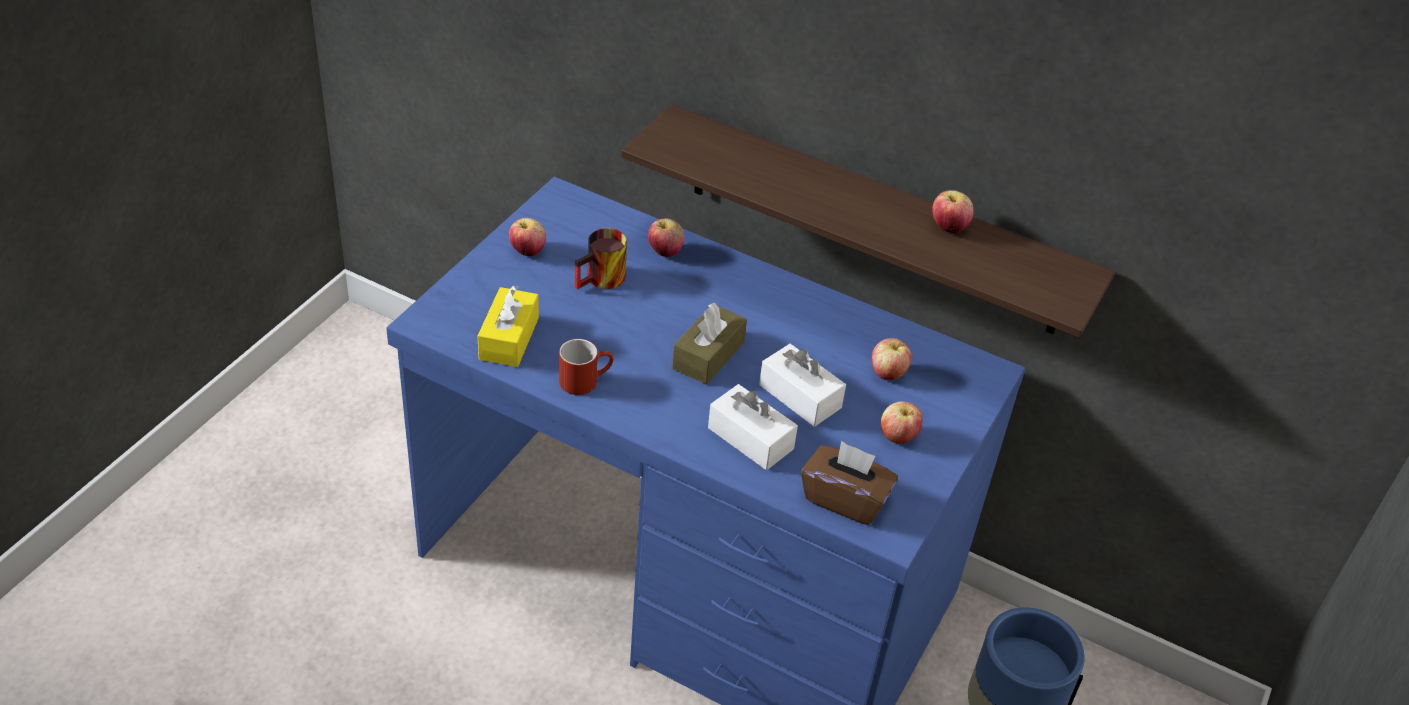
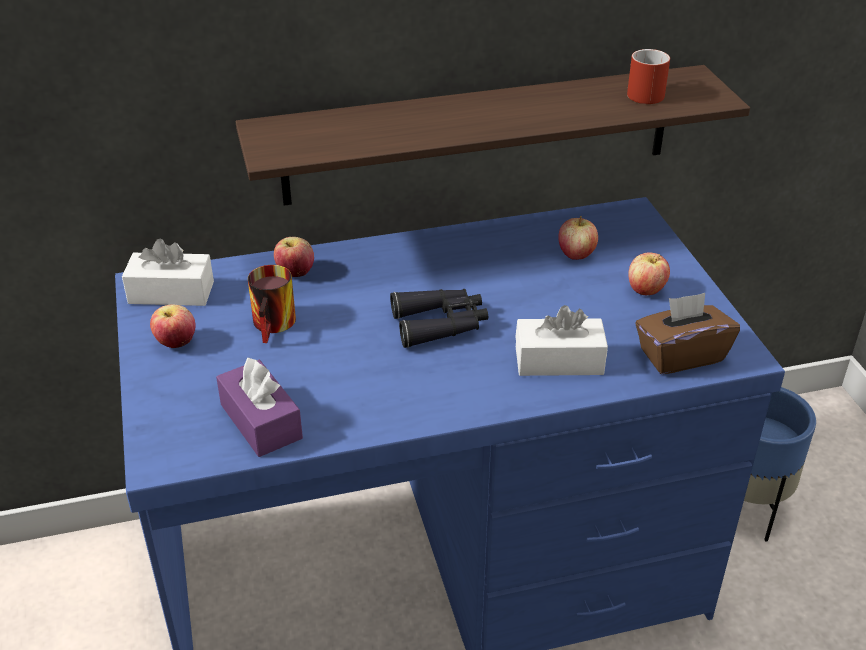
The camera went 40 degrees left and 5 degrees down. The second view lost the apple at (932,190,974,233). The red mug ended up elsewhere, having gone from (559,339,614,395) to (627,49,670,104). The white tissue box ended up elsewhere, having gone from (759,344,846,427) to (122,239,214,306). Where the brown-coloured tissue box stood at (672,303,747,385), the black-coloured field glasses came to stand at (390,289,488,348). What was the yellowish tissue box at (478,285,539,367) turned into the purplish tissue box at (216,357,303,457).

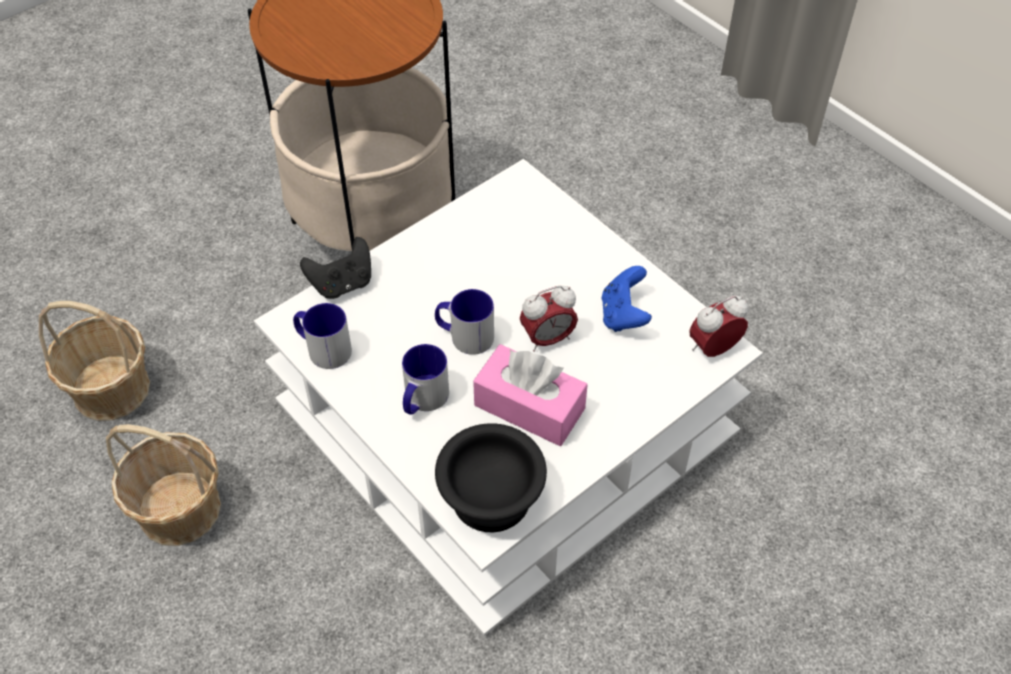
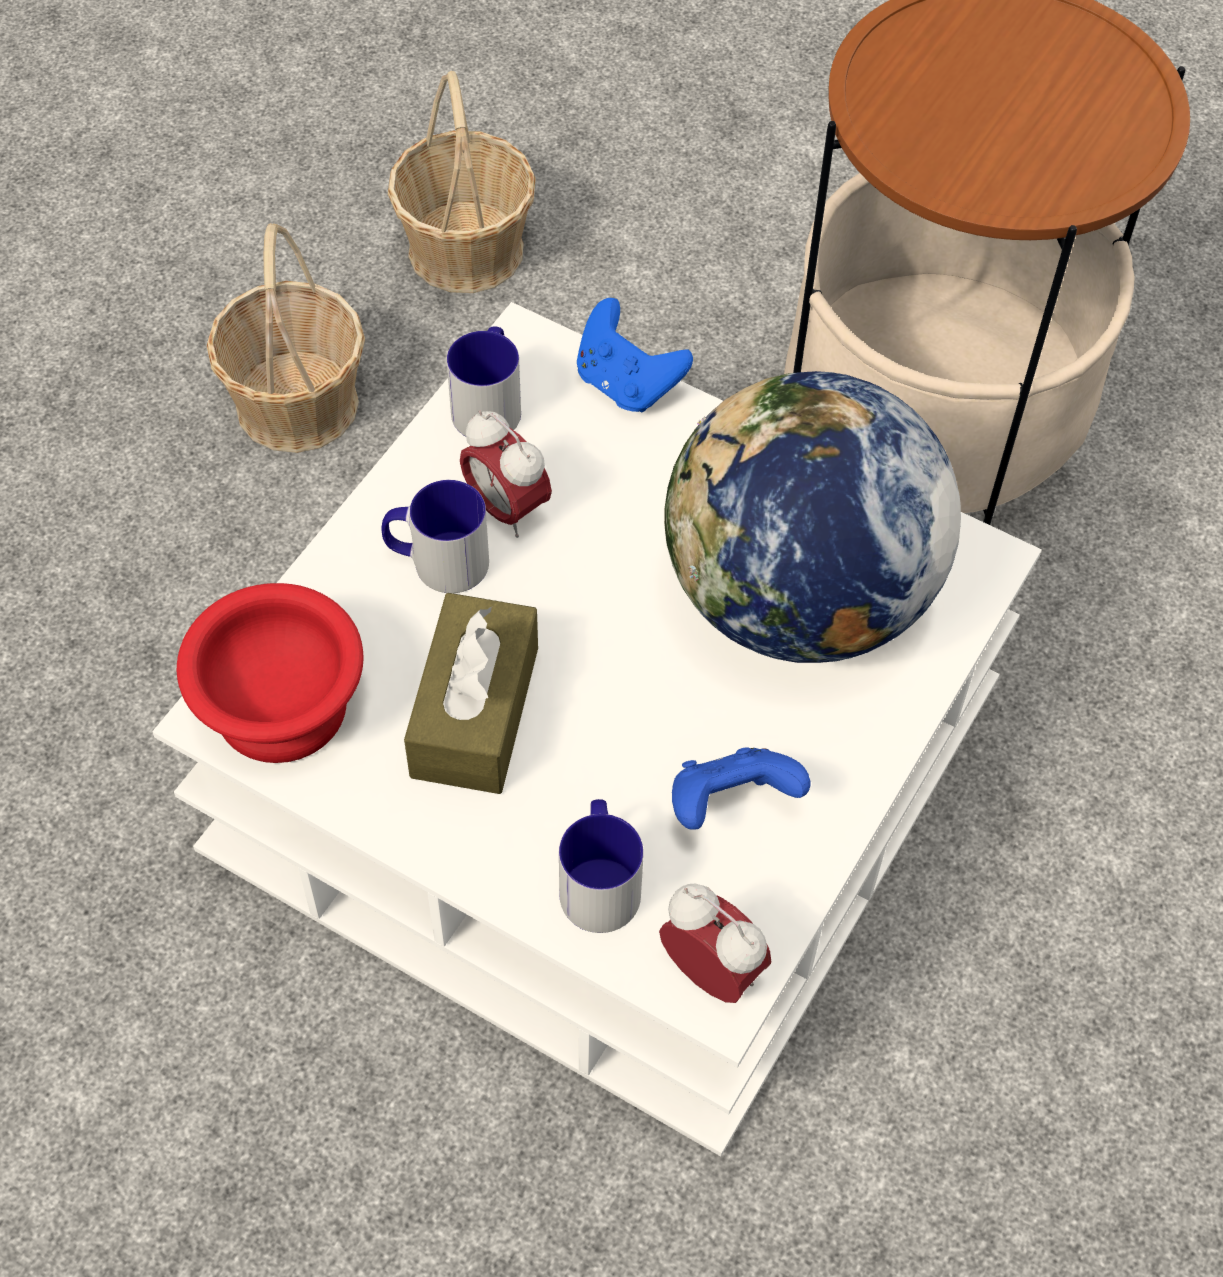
The camera went 70 degrees right and 5 degrees up. The second view gained the world globe at (664,371,961,663). The mug ended up elsewhere, having gone from (435,289,494,355) to (559,799,644,933). The alarm clock ended up elsewhere, having gone from (520,286,578,352) to (460,410,552,538). What was the black-coloured game controller at (300,237,371,299) turned into the blue-coloured game controller at (577,298,693,413). What was the black-coloured bowl at (435,423,547,532) turned into the red bowl at (177,583,364,763). What was the pinkish tissue box at (473,344,588,446) turned into the brown-coloured tissue box at (404,593,538,794).

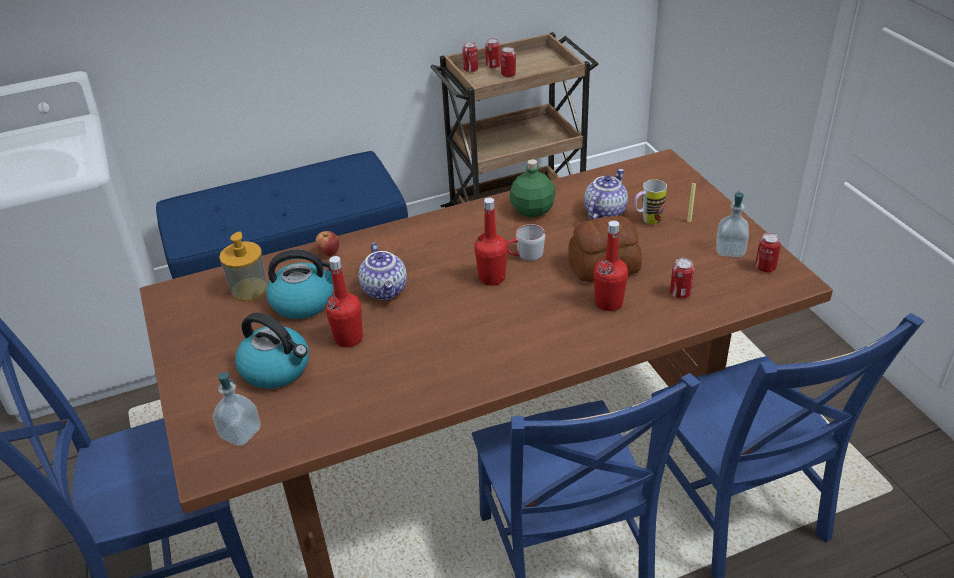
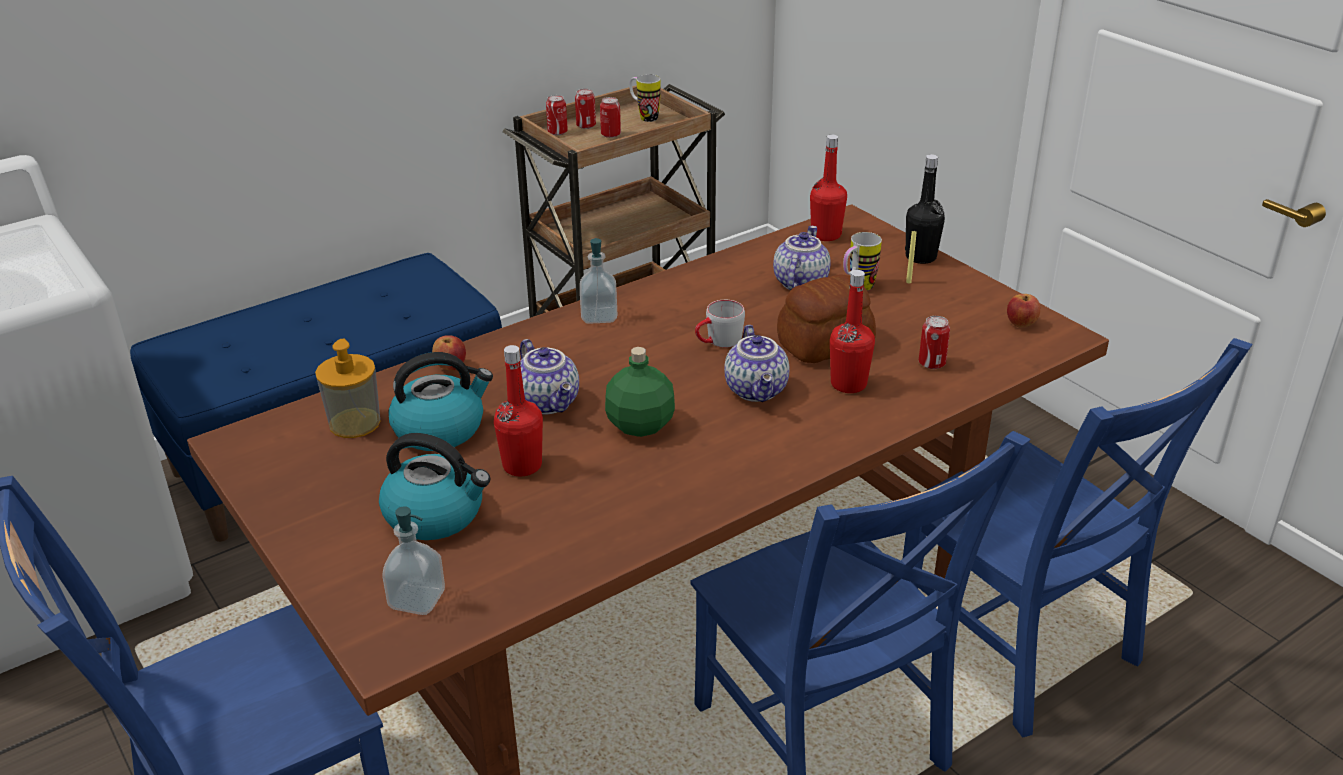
The camera went 15 degrees left and 5 degrees down. The second view gained the mug at (629,74,660,122). The second view gained the teapot at (724,325,790,402). The second view gained the black-coloured bottle at (905,154,945,264). The red bottle ended up elsewhere, having gone from (474,198,507,286) to (810,135,847,241). The green-coloured bottle ended up elsewhere, having gone from (510,159,556,218) to (605,347,675,437). The soap dispenser ended up elsewhere, having gone from (716,191,749,257) to (580,238,617,324). Where the metal can stood at (755,232,781,272), the apple came to stand at (1007,294,1041,327).

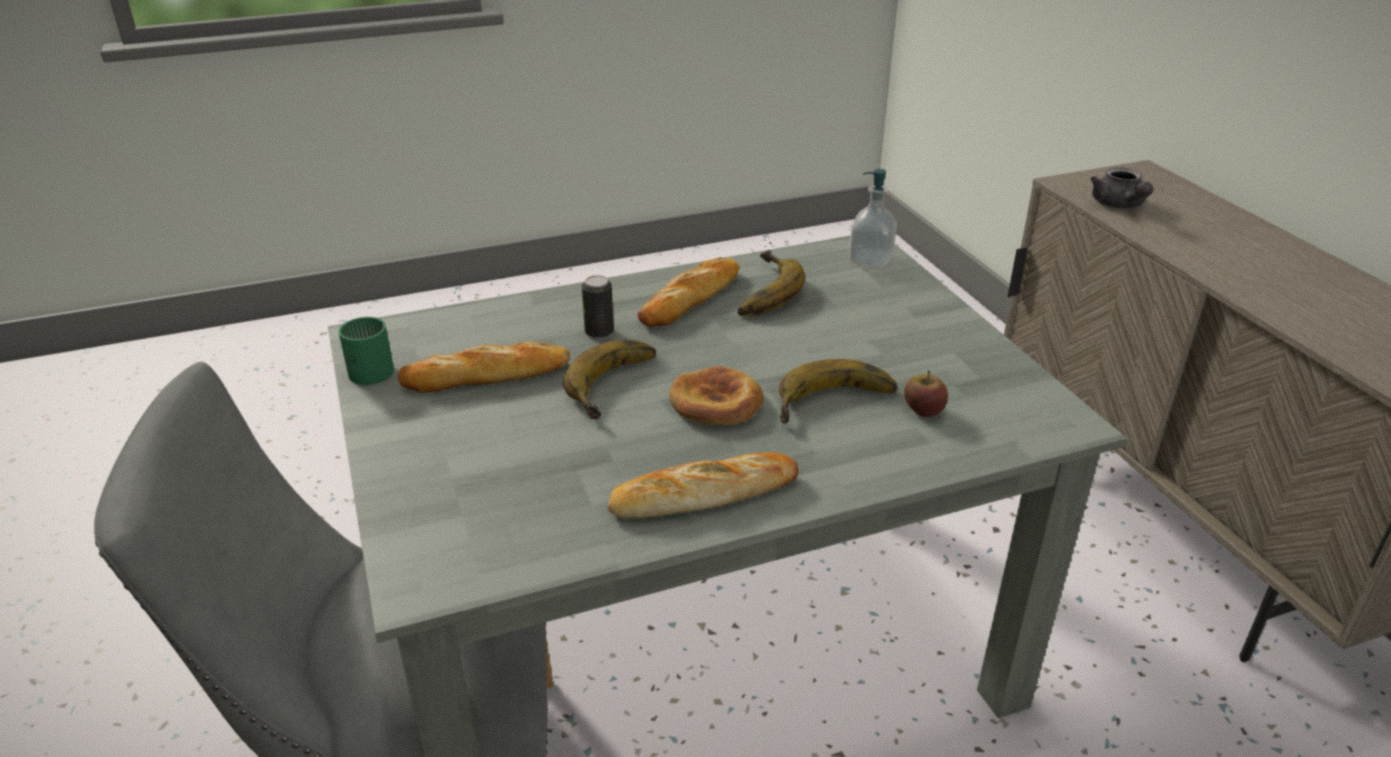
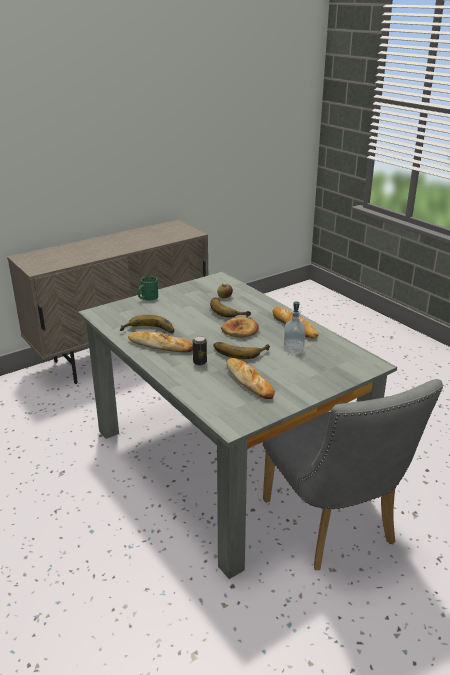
The camera went 105 degrees left and 5 degrees down. The second view lost the greyish teapot at (1090,167,1153,209). The green-coloured mug ended up elsewhere, having gone from (339,317,394,385) to (138,276,158,301). The soap dispenser ended up elsewhere, having gone from (849,169,897,268) to (284,301,305,350).

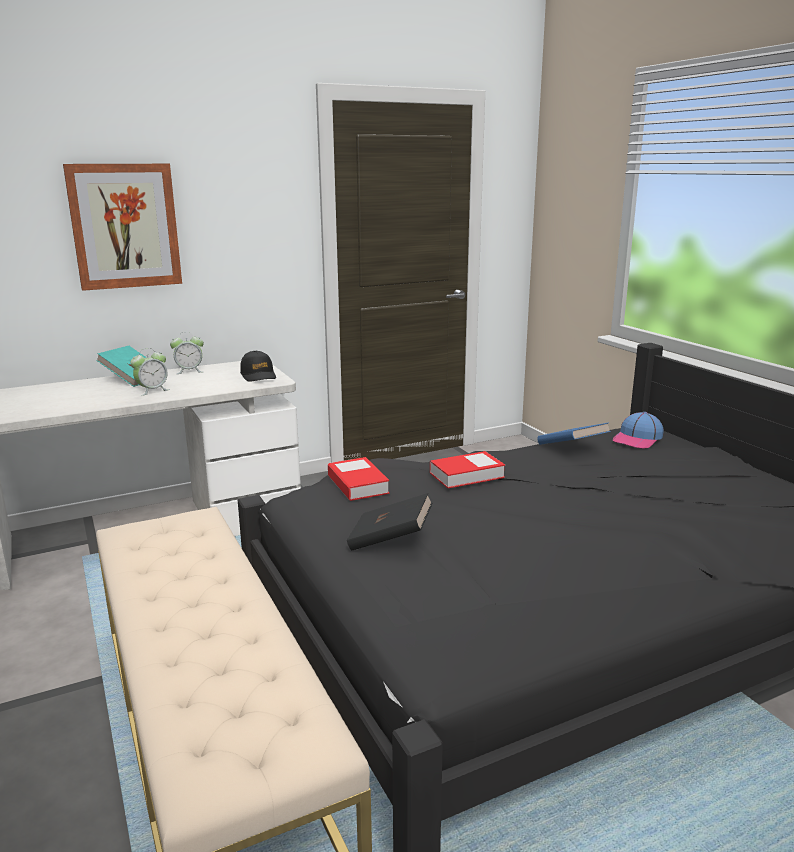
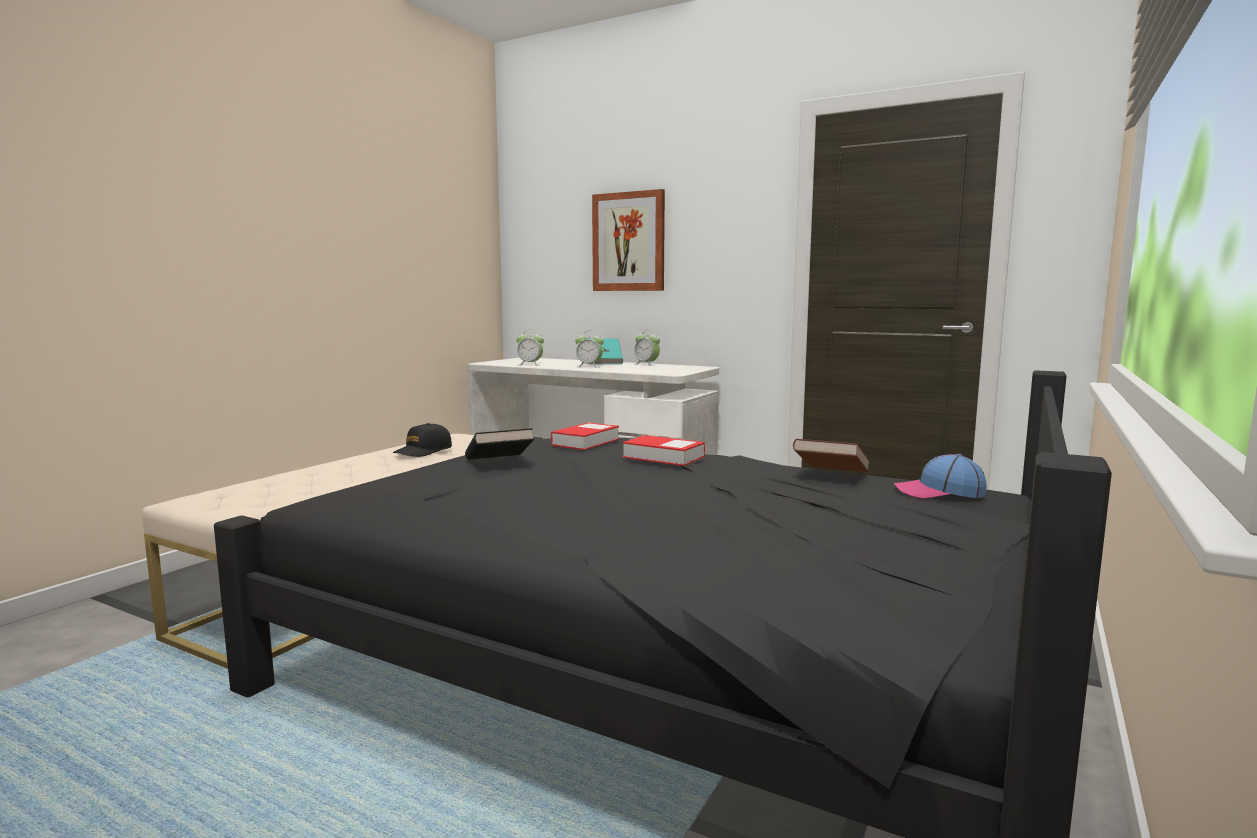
The camera went 55 degrees right and 10 degrees down. The second view gained the alarm clock at (516,330,544,366). The black-coloured cap ended up elsewhere, having gone from (240,351,276,382) to (393,423,452,457). What was the blue-coloured bound book at (538,423,611,445) turned into the brown-coloured bound book at (793,439,870,472).

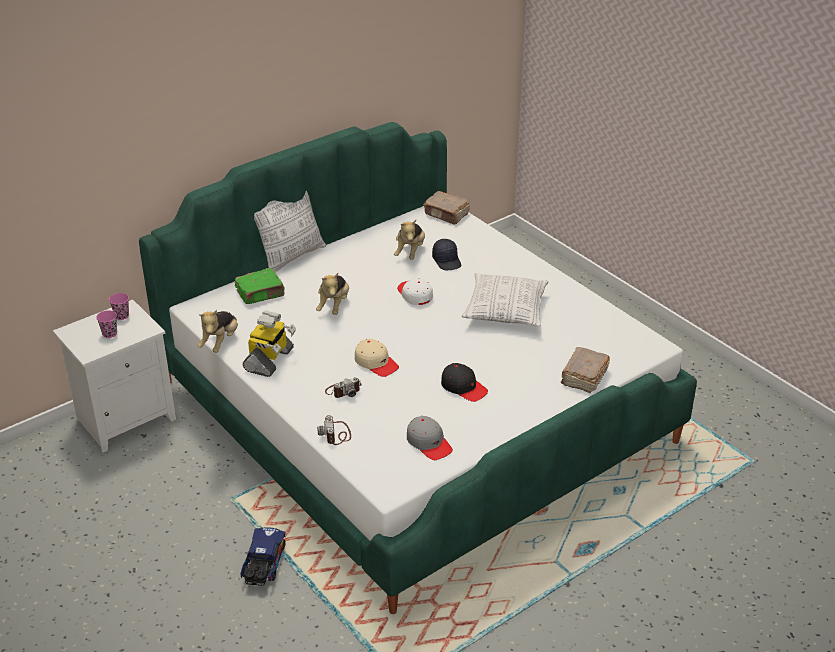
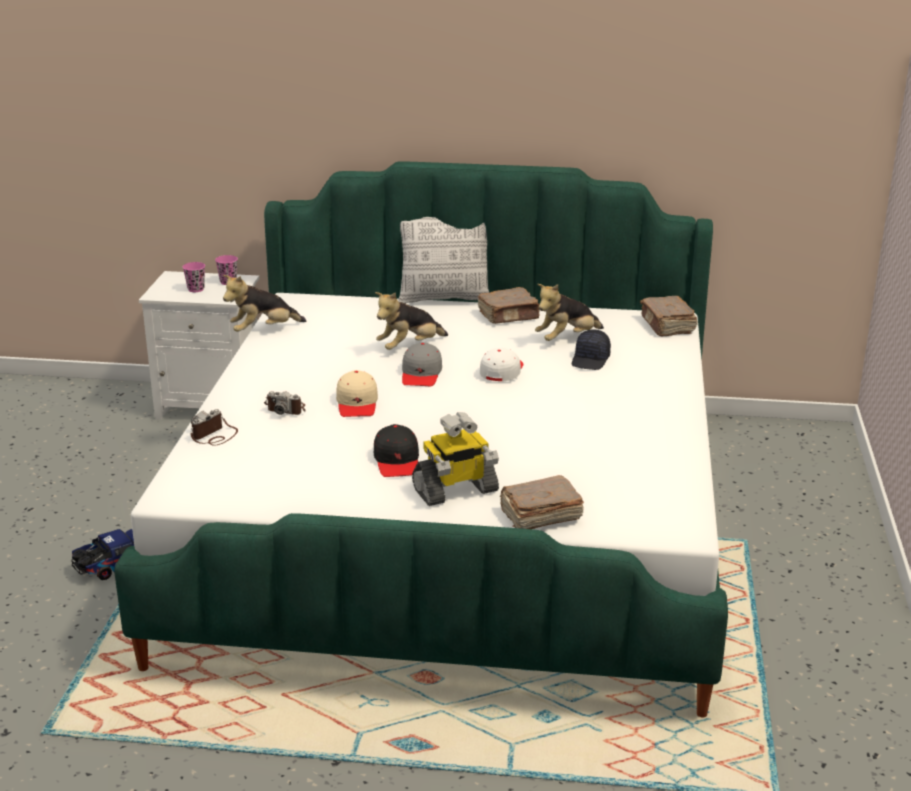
The camera went 45 degrees right and 10 degrees down. The second view lost the green-coloured bound book at (234,268,285,304). The second view lost the throw pillow at (462,273,548,327). The second view gained the brown-coloured bound book at (478,287,540,324). The toy robot ended up elsewhere, having gone from (242,311,296,377) to (412,412,499,506). The greyish cap ended up elsewhere, having gone from (407,416,453,460) to (402,342,442,387).

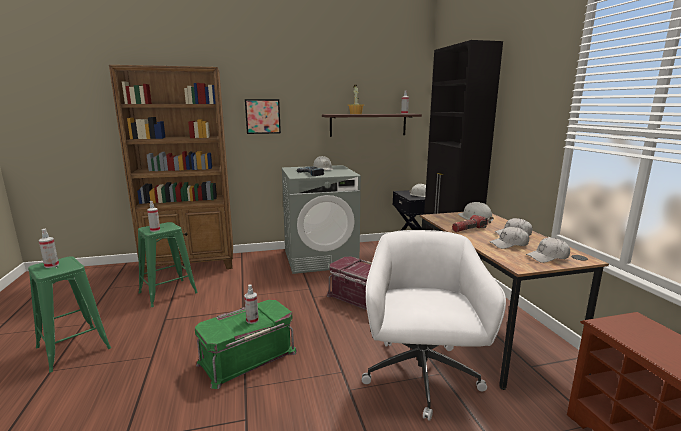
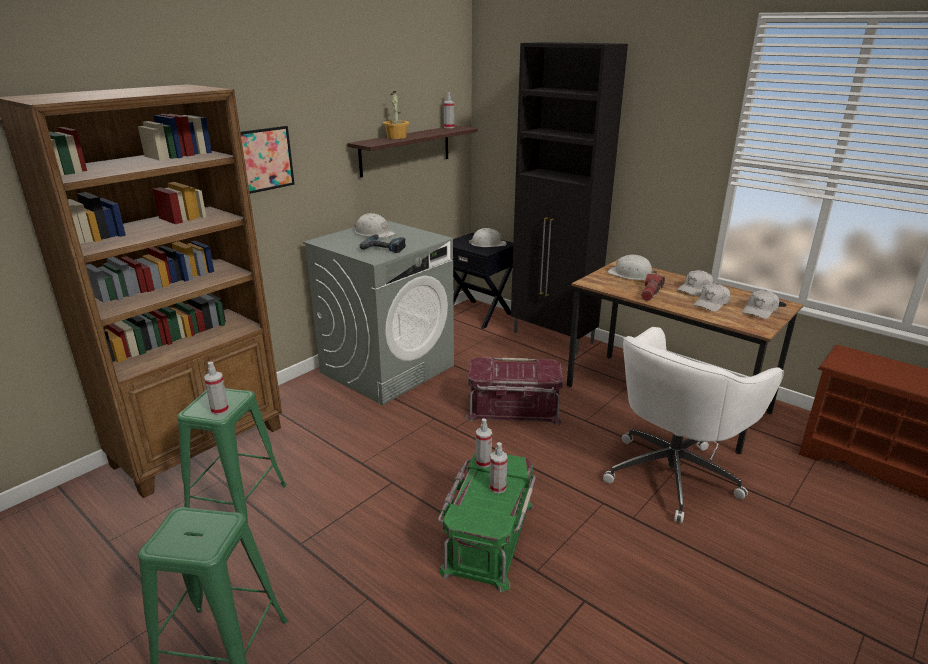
The camera went 35 degrees left and 10 degrees up. The sprayer ended up elsewhere, having gone from (39,228,59,268) to (475,418,492,468). The white computer chair at (362,230,506,421) ended up facing another way, 105 degrees counterclockwise from before.

